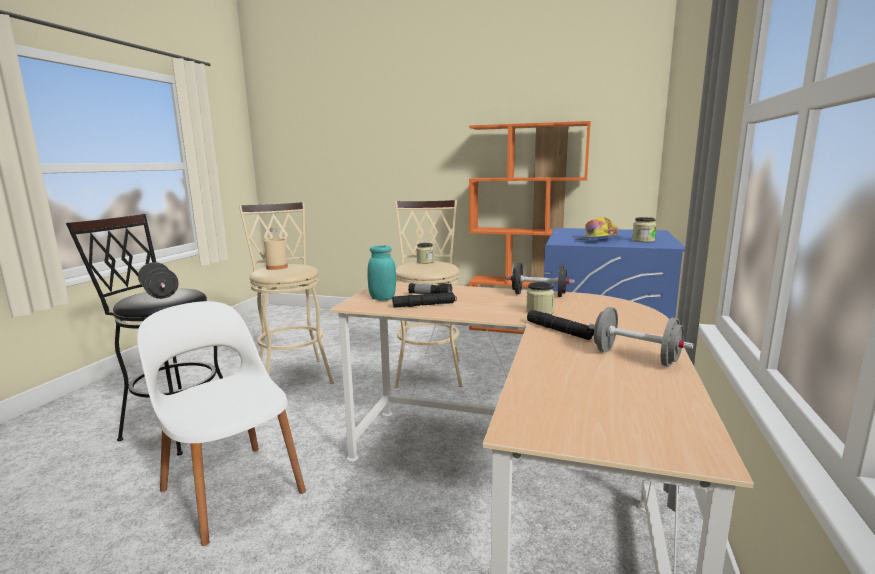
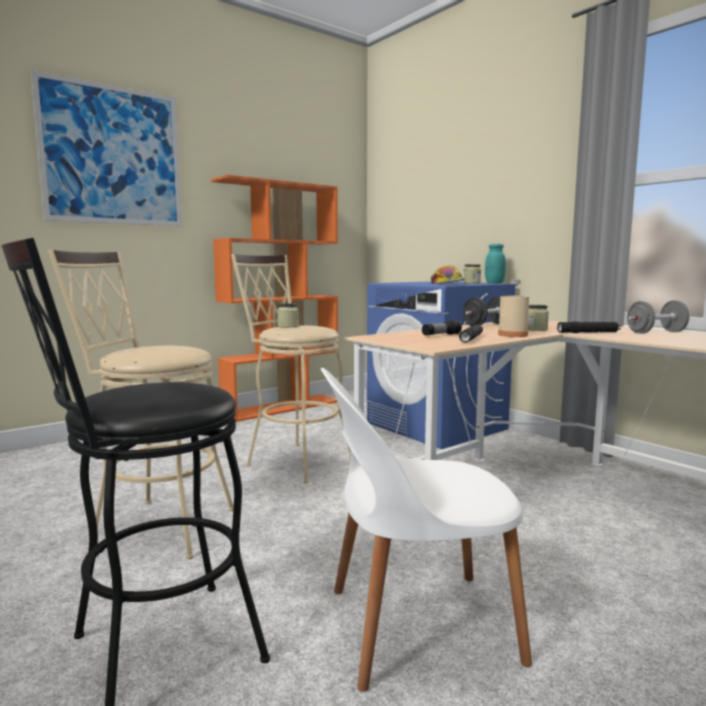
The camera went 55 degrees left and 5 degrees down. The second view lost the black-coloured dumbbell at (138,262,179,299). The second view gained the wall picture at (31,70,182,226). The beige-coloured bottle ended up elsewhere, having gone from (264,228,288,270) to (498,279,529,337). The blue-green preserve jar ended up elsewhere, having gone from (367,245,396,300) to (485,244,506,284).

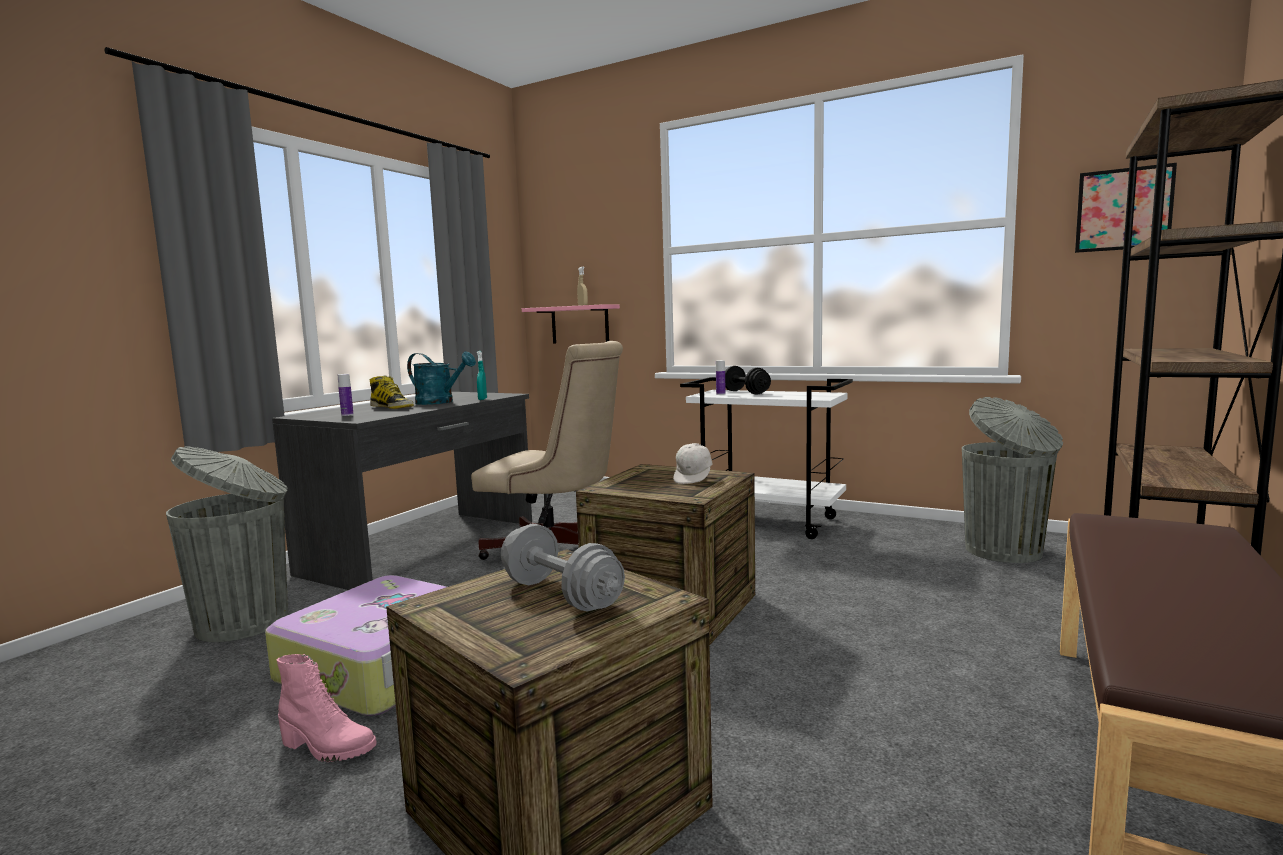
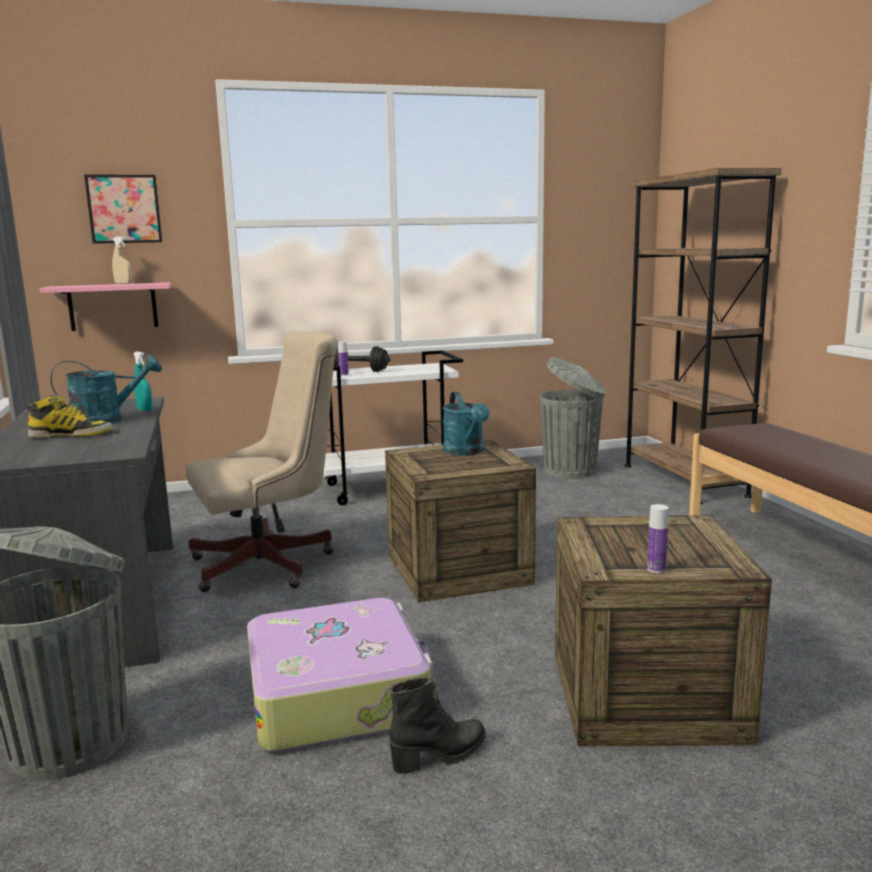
The camera went 45 degrees left and 5 degrees up. The second view lost the greyish dumbbell at (501,524,625,612). The bottle ended up elsewhere, having gone from (338,374,354,416) to (647,504,669,573). The wall picture ended up elsewhere, having gone from (1075,163,1177,253) to (84,175,162,244). Where the white cap stood at (673,443,713,484), the blue-green sprinkling can came to stand at (443,392,489,456). What was the pinkish boot at (276,654,377,762) turned into the black-coloured boot at (389,677,486,774).

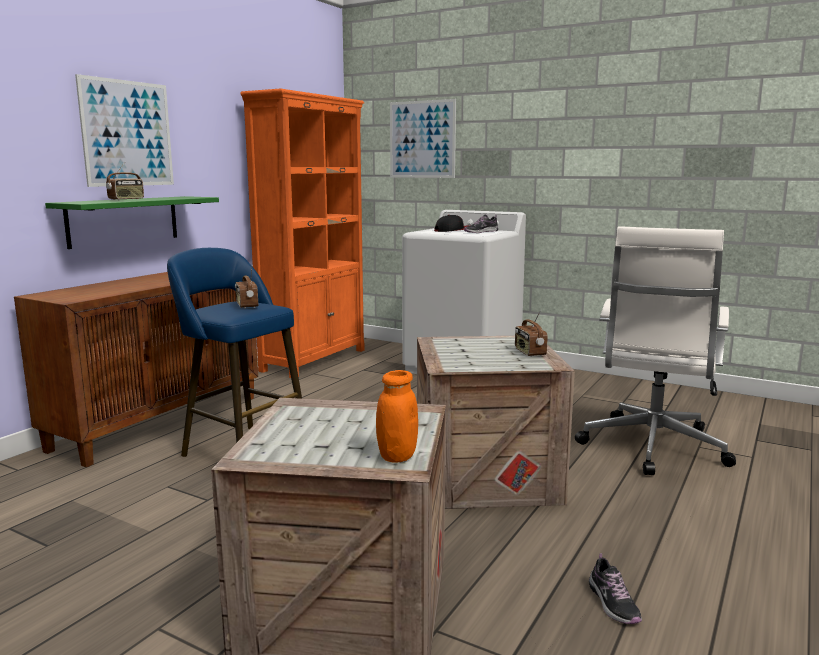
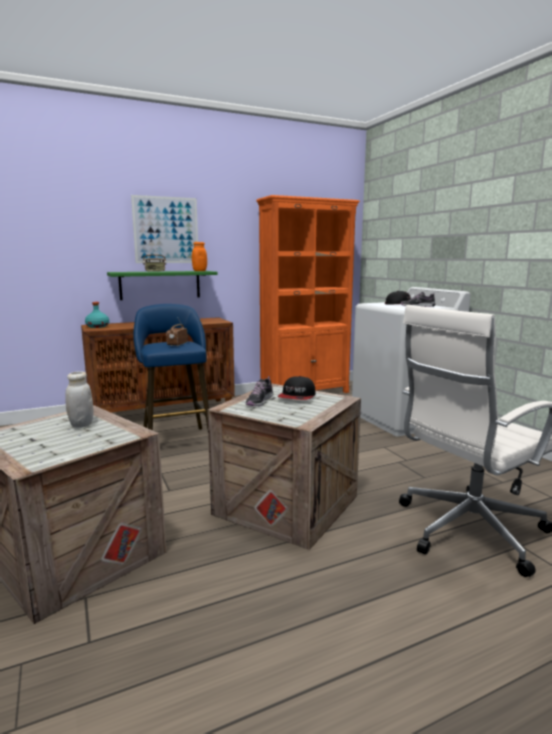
The camera went 35 degrees right and 0 degrees up. The second view lost the wall picture at (390,99,456,178). The second view lost the radio at (515,310,548,357). The second view gained the white preserve jar at (65,371,93,428). The second view gained the blue-green bottle at (85,302,109,328). The second view gained the cap at (277,376,316,400). The orangey preserve jar ended up elsewhere, having gone from (376,370,418,463) to (192,242,207,271). The shoe ended up elsewhere, having gone from (589,553,642,624) to (245,376,273,406).

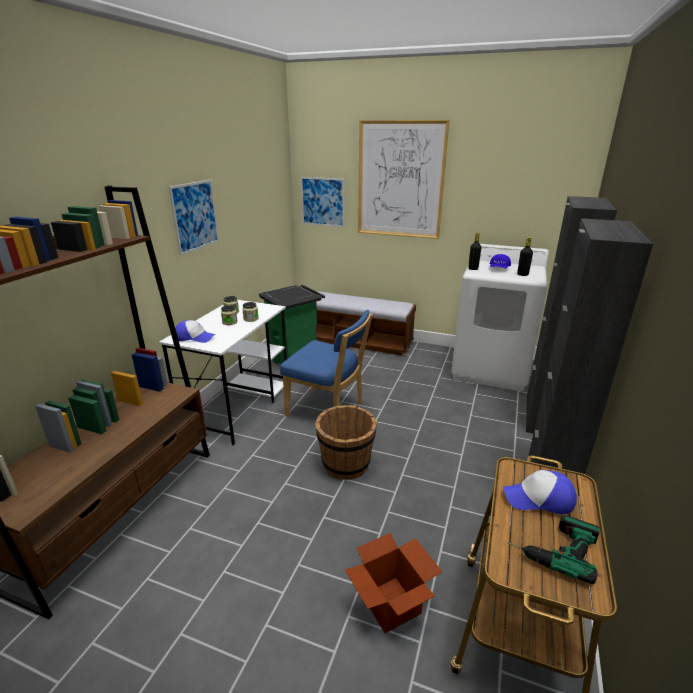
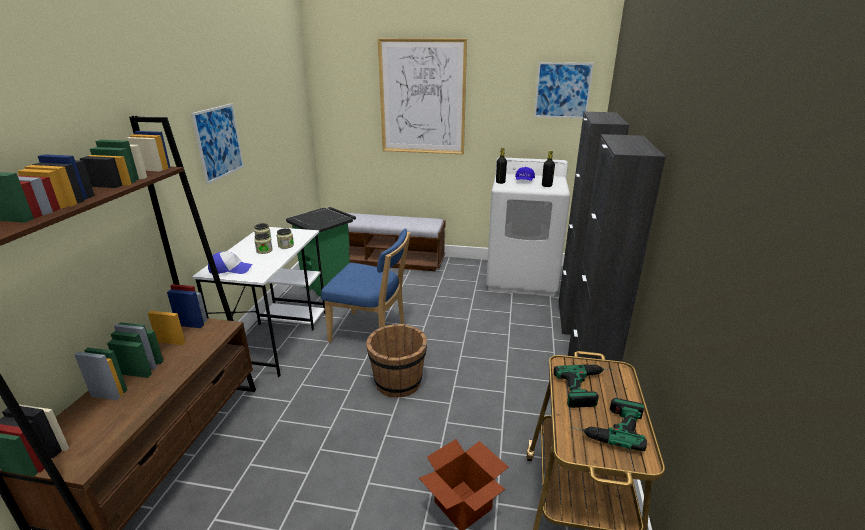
The camera went 10 degrees left and 0 degrees up. The wall picture ended up elsewhere, having gone from (301,177,344,227) to (534,62,594,118). Where the cap stood at (503,470,577,514), the power drill came to stand at (554,364,613,408).

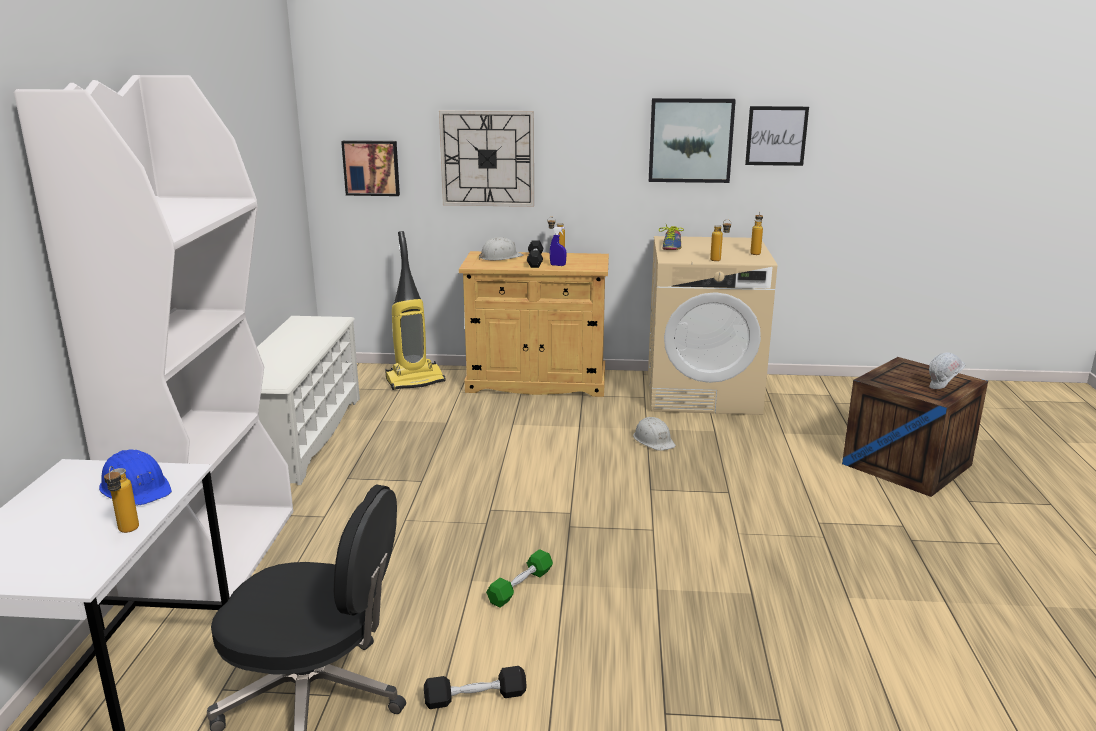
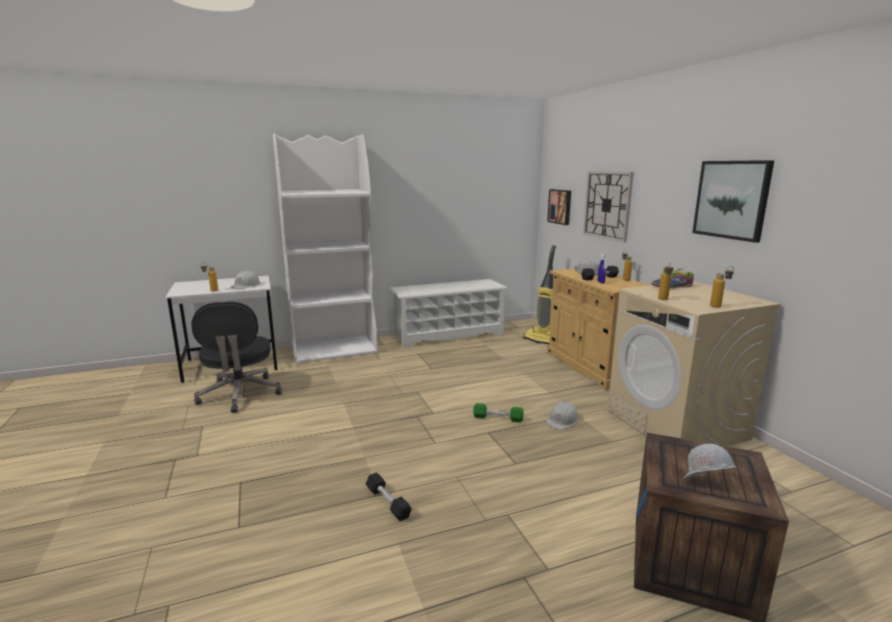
The camera went 65 degrees right and 5 degrees down. The second view lost the wall picture at (745,106,809,166). The black-coloured dumbbell ended up elsewhere, having gone from (424,666,527,709) to (366,472,412,521). The green-coloured dumbbell ended up elsewhere, having gone from (486,549,553,608) to (473,403,524,422). What was the blue-coloured work helmet at (99,449,172,506) turned into the white work helmet at (230,270,261,289).

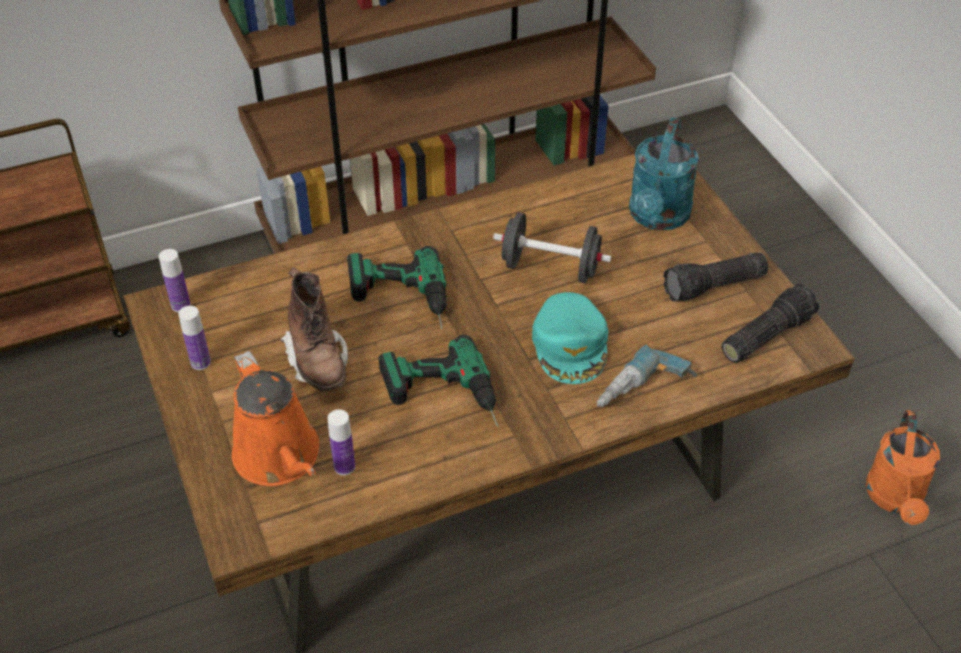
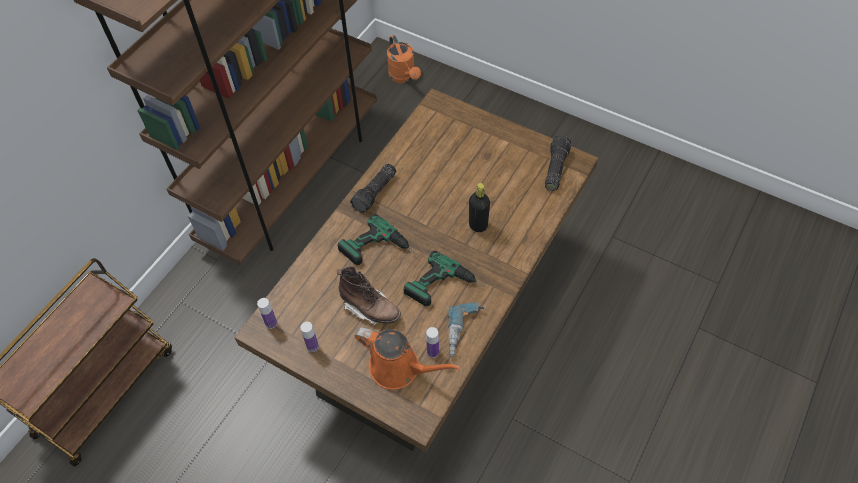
The camera went 35 degrees left and 10 degrees up. The second view lost the black-coloured dumbbell at (493,212,612,283). The second view lost the blue-green sprinkling can at (629,117,699,230). The power drill ended up elsewhere, having gone from (597,344,697,407) to (448,302,485,357). The hand torch ended up elsewhere, having gone from (663,253,768,302) to (350,164,396,213). The orangey sprinkling can ended up elsewhere, having gone from (866,410,940,525) to (387,35,421,83). Where the blue-green cap stood at (532,292,608,384), the black-coloured bottle came to stand at (469,183,490,232).

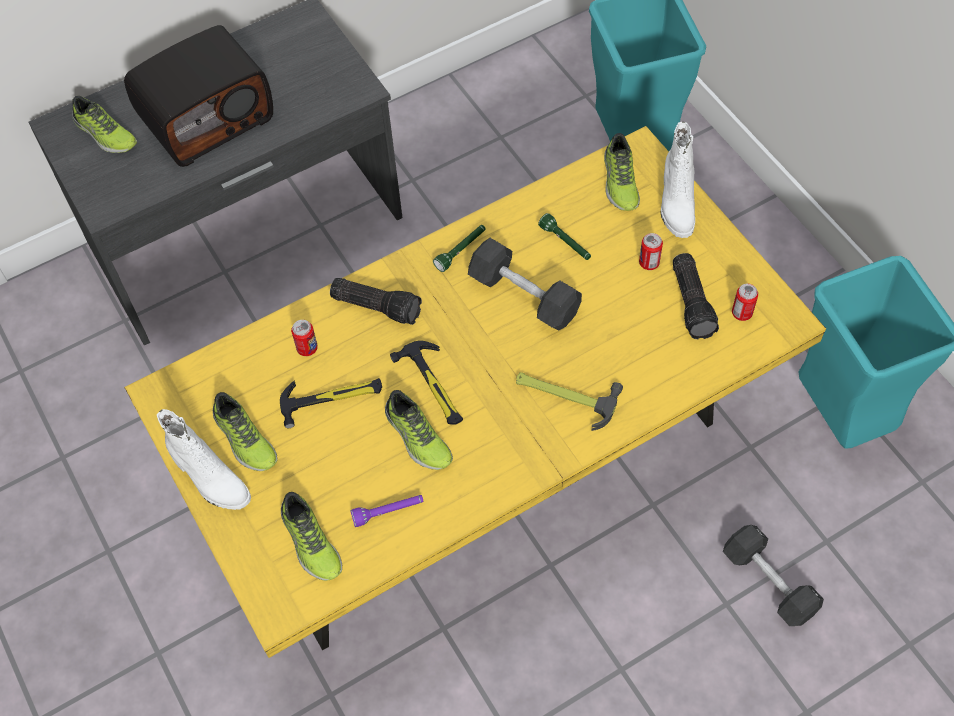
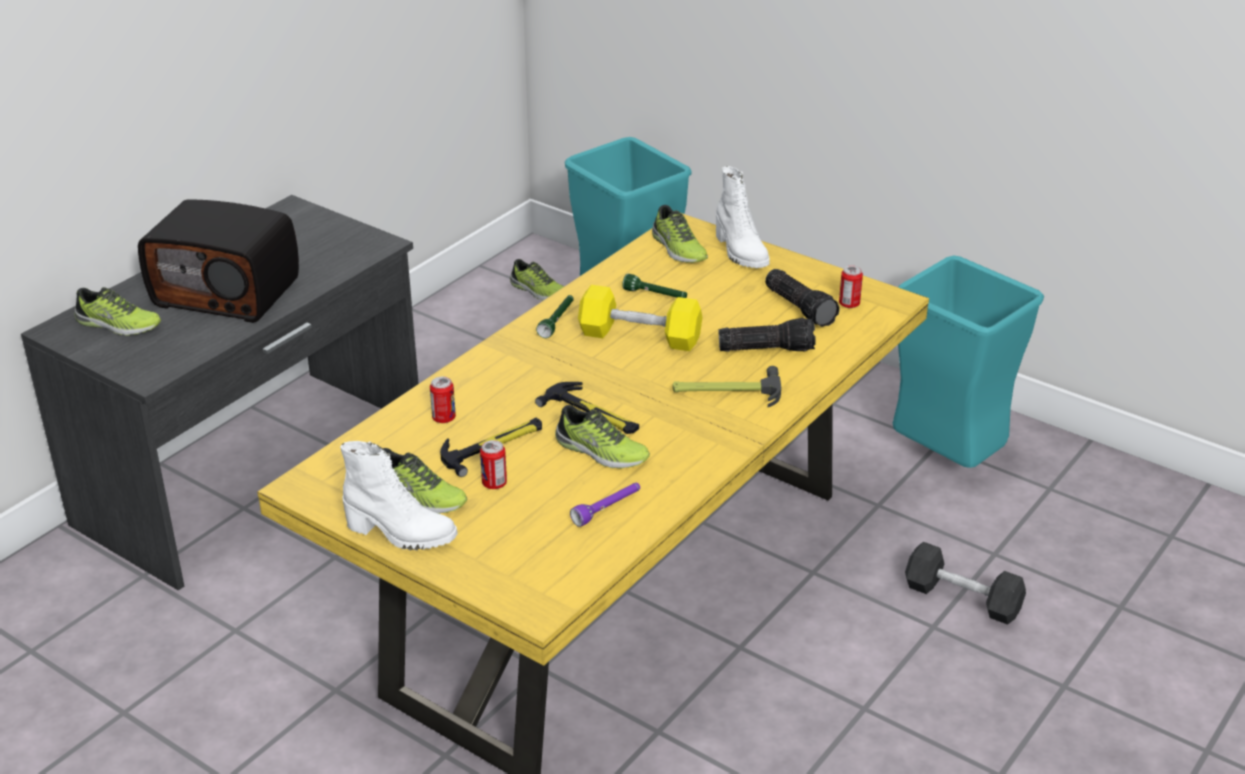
The camera went 25 degrees left and 25 degrees down. The shoe ended up elsewhere, having gone from (281,492,342,581) to (510,259,565,301). The hand torch ended up elsewhere, having gone from (330,278,422,325) to (719,318,816,352). The metal can ended up elsewhere, having gone from (639,233,663,270) to (480,440,507,489). What was the black-coloured dumbbell at (468,238,582,330) turned into the yellowish dumbbell at (578,285,702,351). The radio at (124,25,273,167) ended up facing another way, 75 degrees clockwise from before.

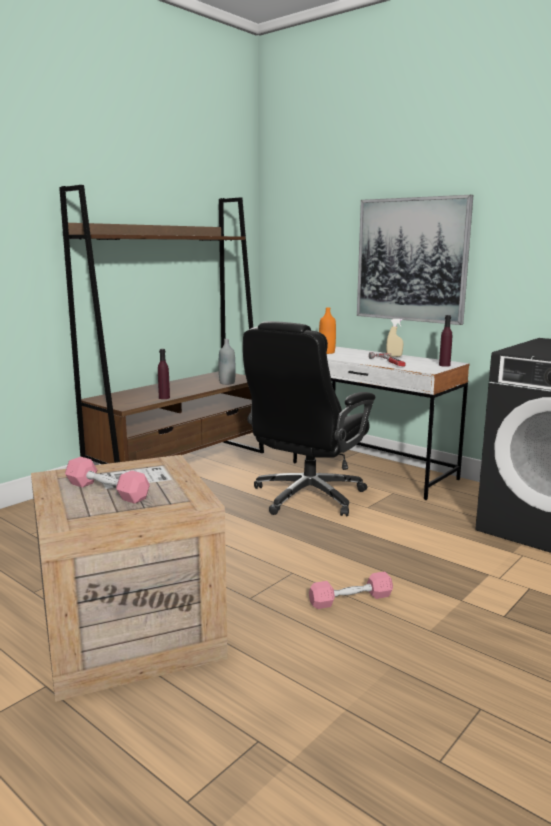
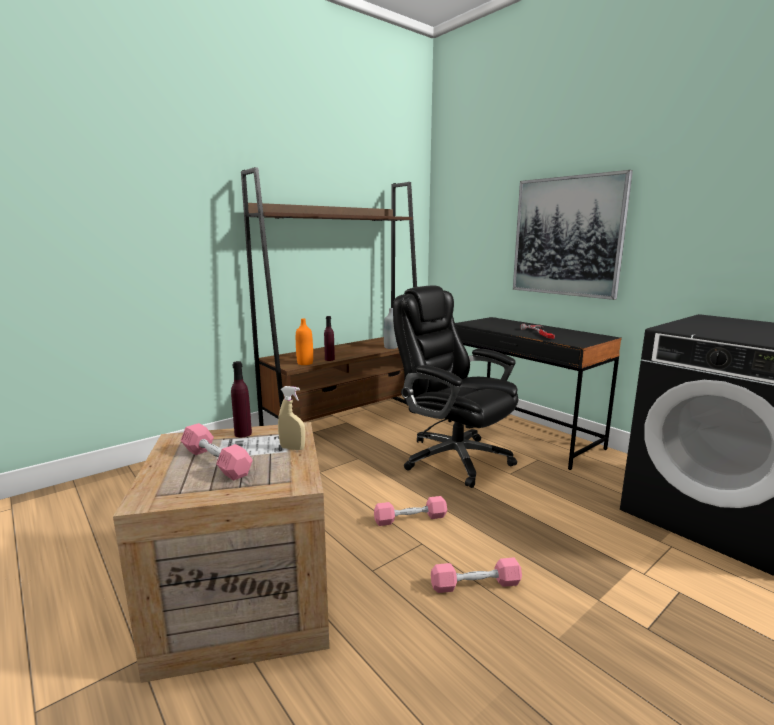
The camera went 10 degrees right and 0 degrees up. The second view gained the pinkish dumbbell at (374,496,447,526). The orangey bottle ended up elsewhere, having gone from (319,307,336,354) to (296,318,313,365). The beige-coloured sprayer ended up elsewhere, having gone from (386,319,404,357) to (278,386,305,450). The purplish bottle ended up elsewhere, having gone from (439,315,452,367) to (231,361,252,437). What was the white desk unit at (293,346,470,500) turned into the black-coloured desk unit at (448,317,622,470). The black-coloured computer chair at (243,321,375,516) ended up facing another way, 90 degrees clockwise from before.

